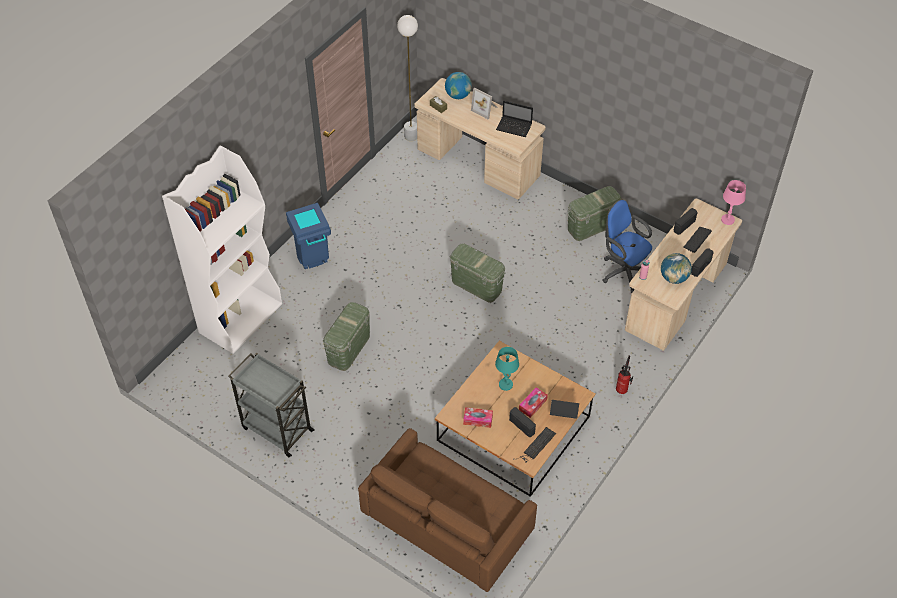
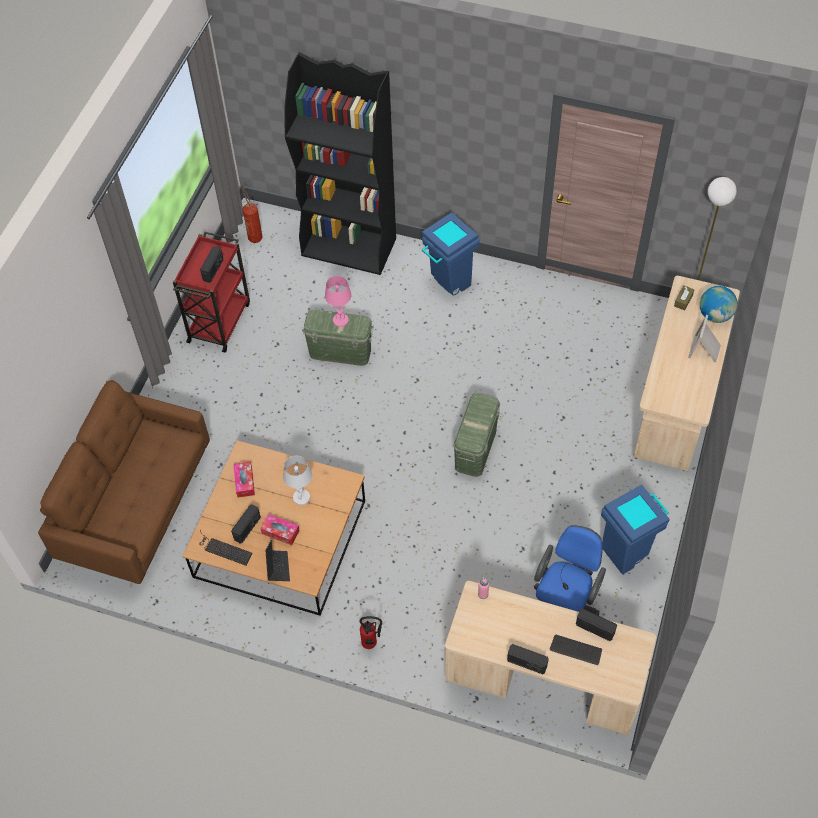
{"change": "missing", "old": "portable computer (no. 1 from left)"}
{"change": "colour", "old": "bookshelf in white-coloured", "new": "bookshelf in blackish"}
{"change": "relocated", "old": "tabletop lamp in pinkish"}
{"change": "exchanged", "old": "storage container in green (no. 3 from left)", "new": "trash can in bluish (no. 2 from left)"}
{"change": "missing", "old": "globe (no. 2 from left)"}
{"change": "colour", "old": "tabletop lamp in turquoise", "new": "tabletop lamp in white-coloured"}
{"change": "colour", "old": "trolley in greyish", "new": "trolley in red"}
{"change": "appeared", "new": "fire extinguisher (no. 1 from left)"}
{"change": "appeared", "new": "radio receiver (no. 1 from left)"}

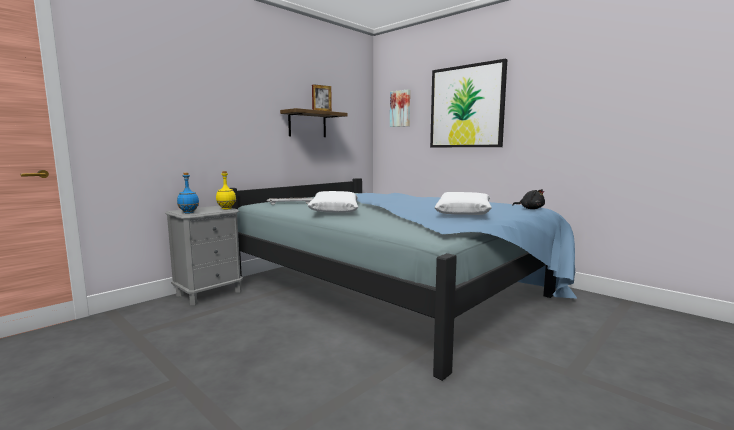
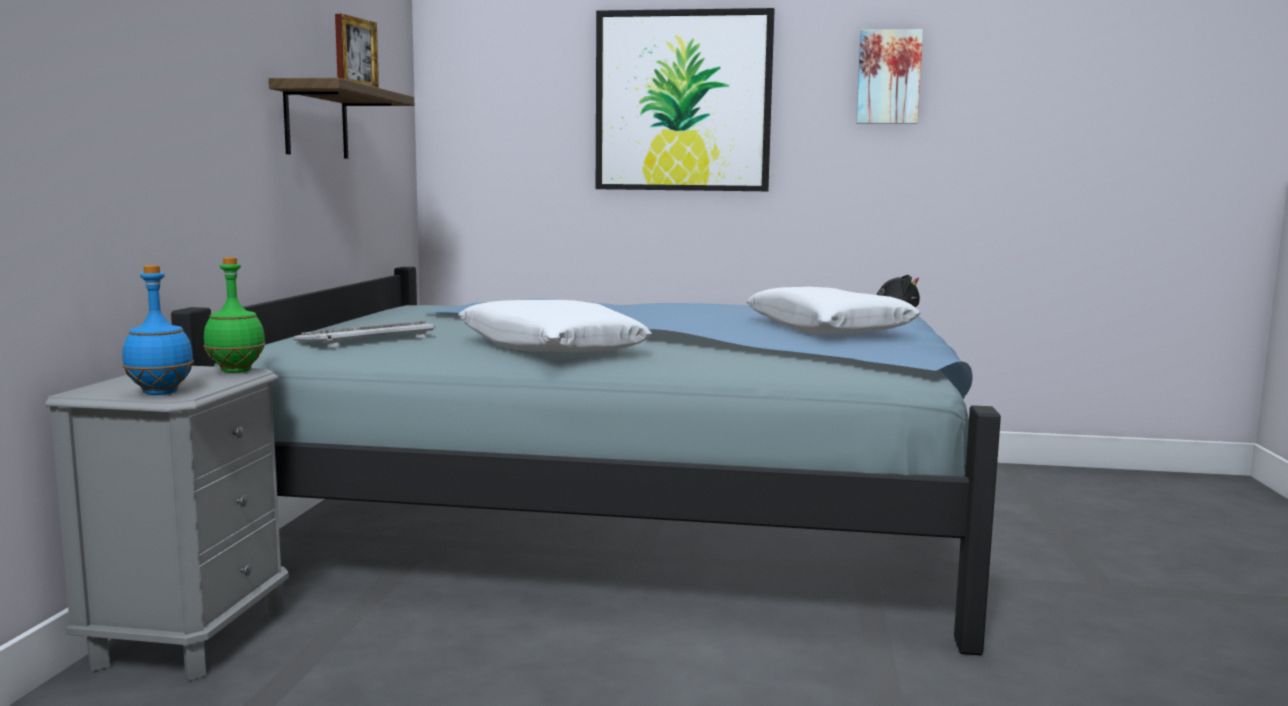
{"change": "relocated", "old": "wall picture (no. 1 from left in the first image)", "new": "wall picture (no. 2 from left)"}
{"change": "colour", "old": "drink bottle in yellowish", "new": "drink bottle in green"}

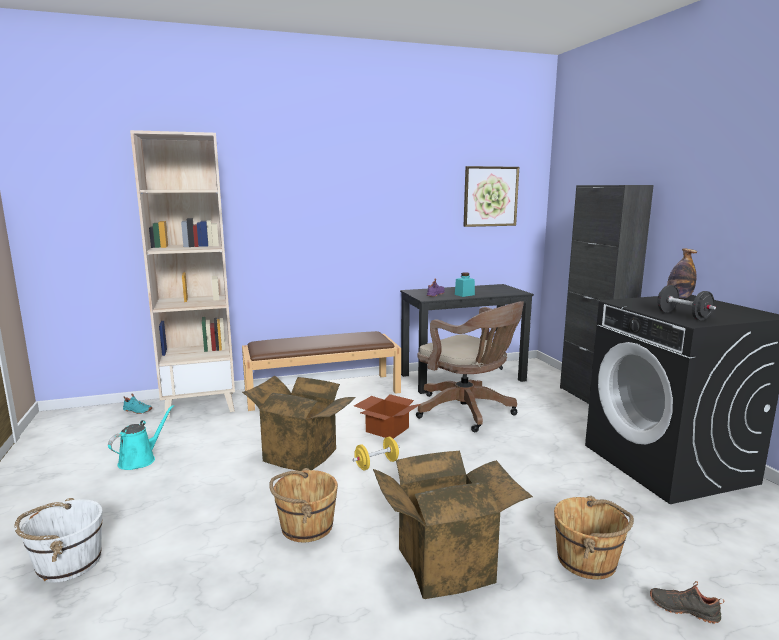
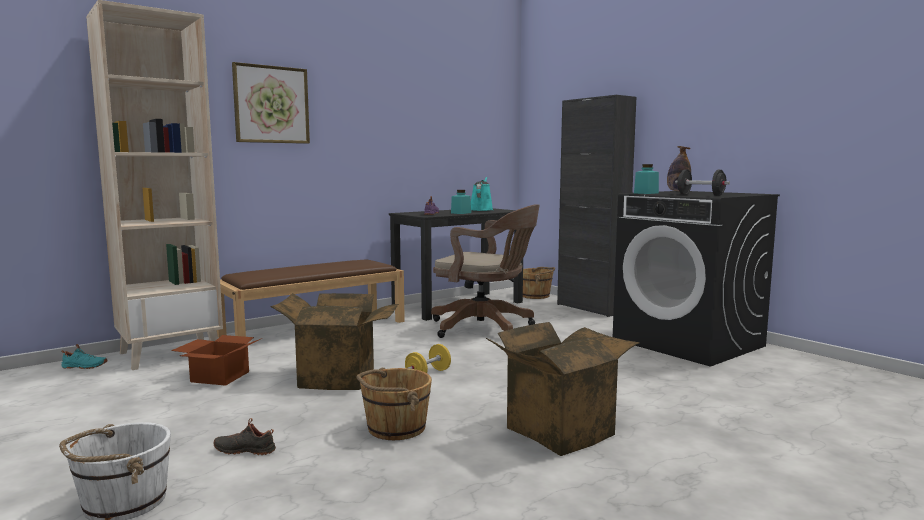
{"change": "relocated", "old": "wall picture"}
{"change": "relocated", "old": "packing box (no. 2 from left in the first image)", "new": "packing box (no. 1 from left)"}
{"change": "relocated", "old": "watering pot in turquoise"}
{"change": "relocated", "old": "bucket in brownish (no. 2 from left)"}
{"change": "relocated", "old": "item of footwear in blackish"}
{"change": "appeared", "new": "jar in turquoise (no. 2 from left)"}

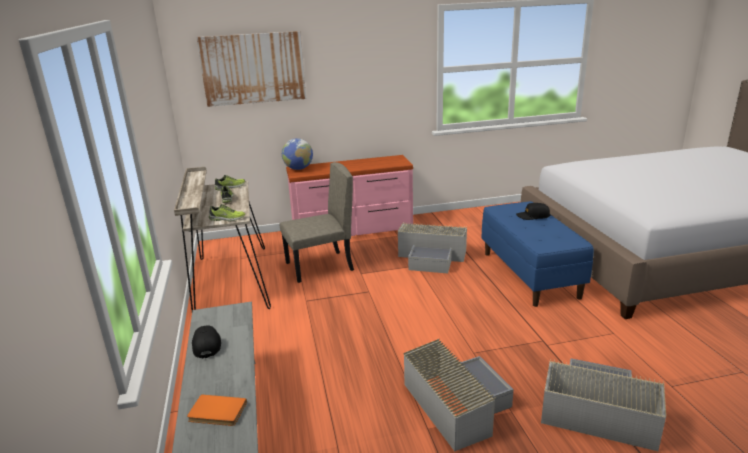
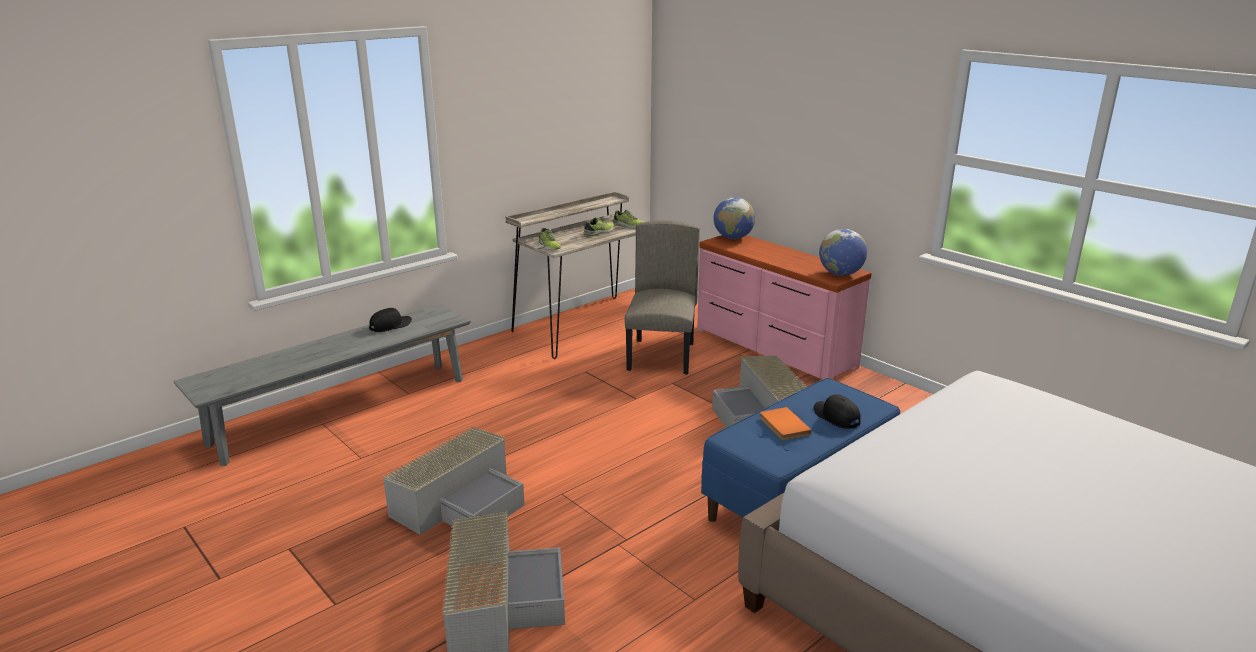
{"change": "missing", "old": "wall picture"}
{"change": "spun", "old": "plain chair in beige", "degrees": -120}
{"change": "relocated", "old": "book in orangey"}
{"change": "appeared", "new": "globe (no. 2 from left)"}

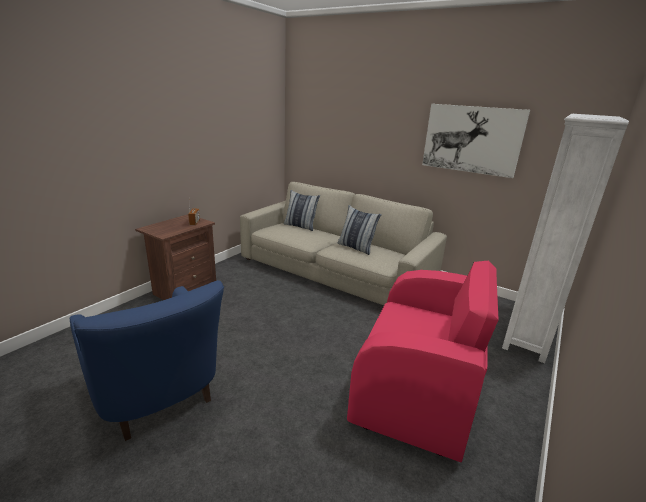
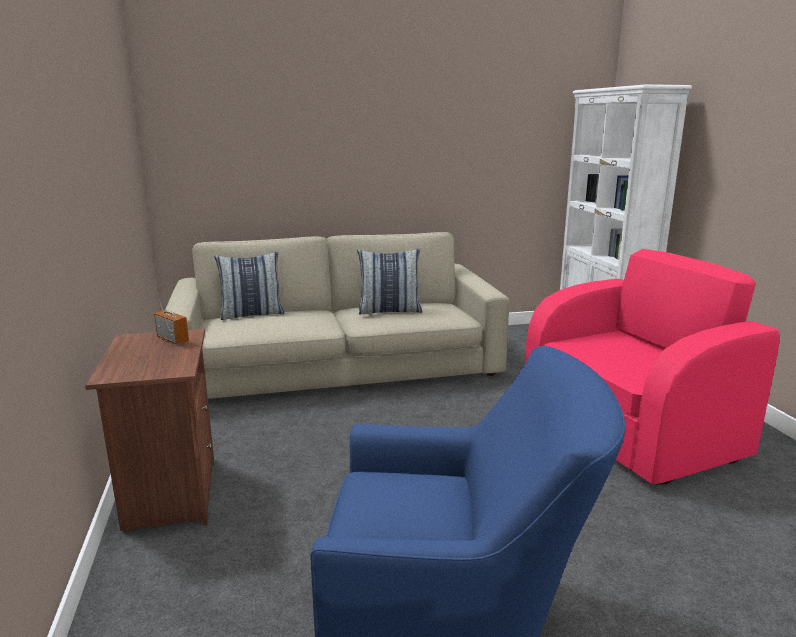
{"change": "missing", "old": "wall picture"}

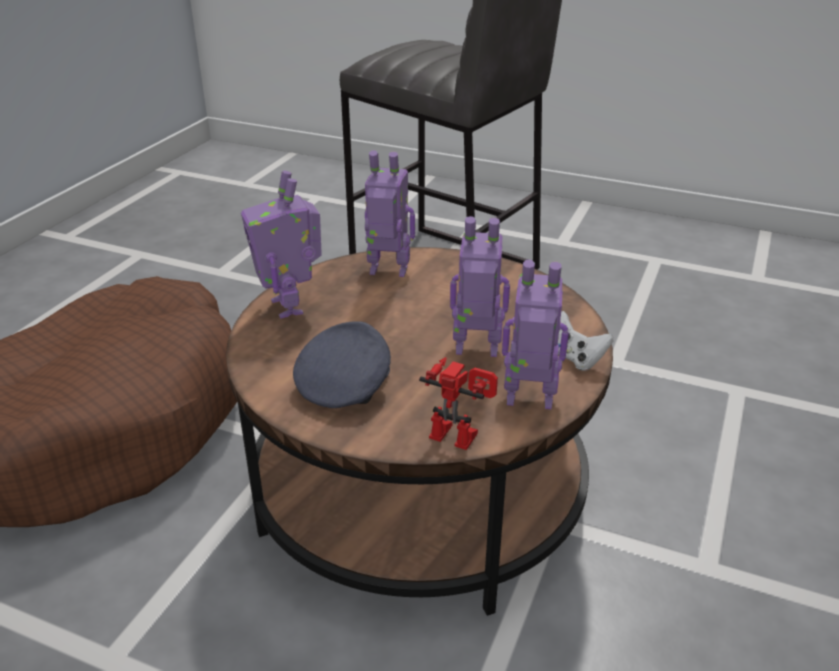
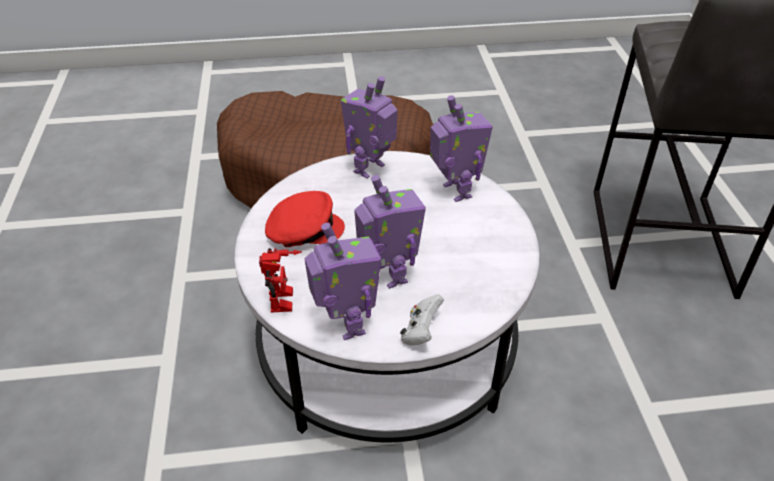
{"change": "colour", "old": "lounge table in brownish", "new": "lounge table in white-coloured"}
{"change": "colour", "old": "baseball cap in greyish", "new": "baseball cap in red"}

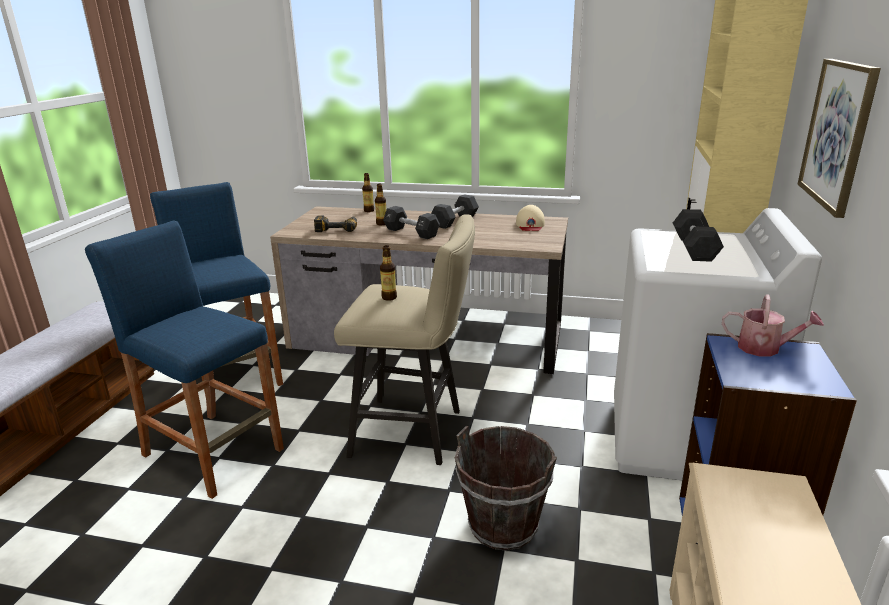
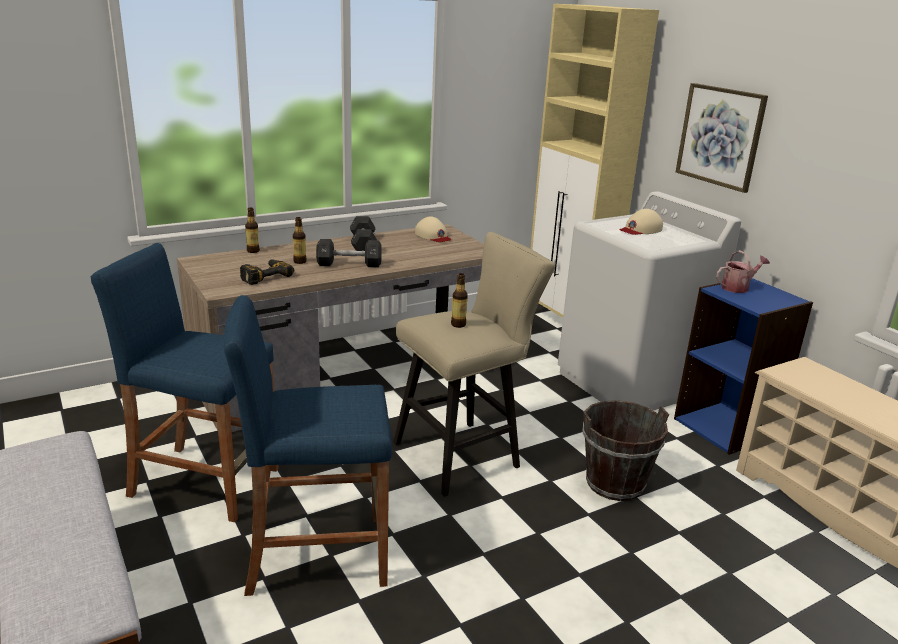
{"change": "exchanged", "old": "hand weight in blackish (no. 3 from left)", "new": "baseball cap in beige (no. 2 from left)"}

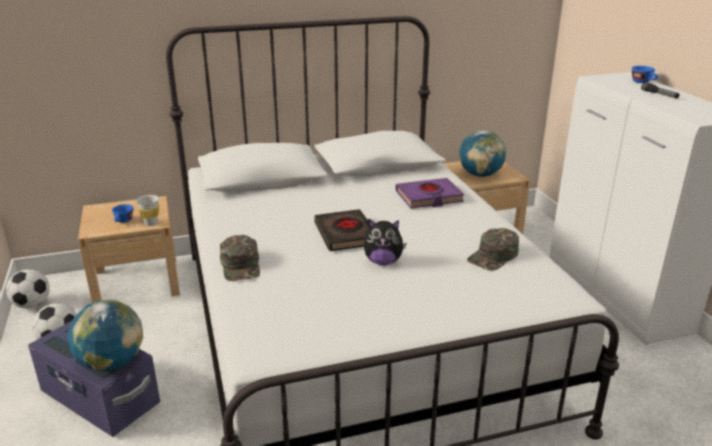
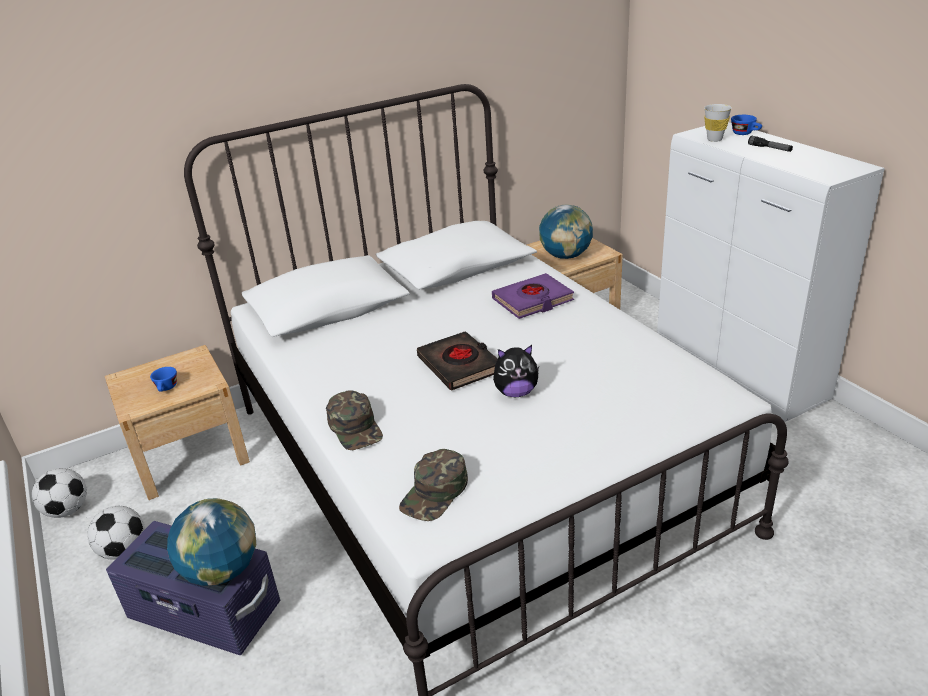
{"change": "relocated", "old": "small cup in white-coloured"}
{"change": "relocated", "old": "baseball cap in green (no. 2 from left)"}

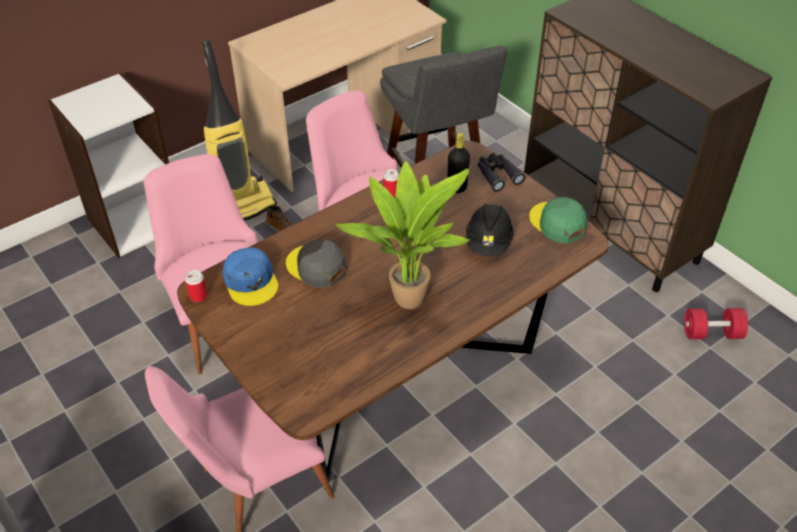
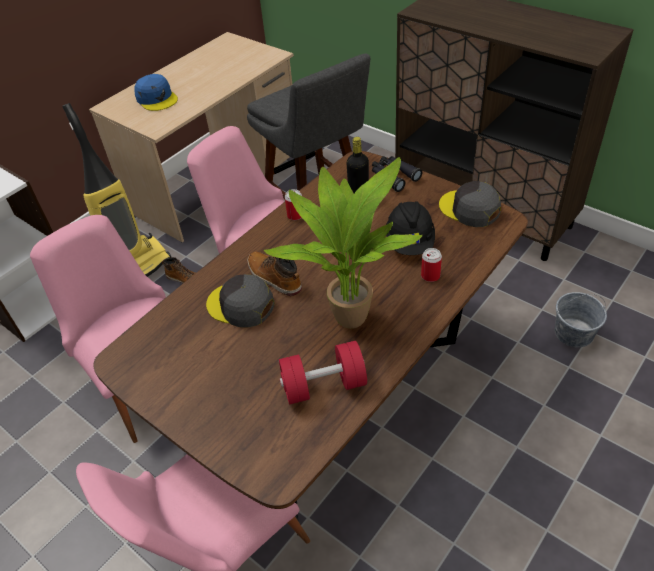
{"change": "colour", "old": "baseball cap in green", "new": "baseball cap in greyish (no. 2 from left)"}
{"change": "relocated", "old": "baseball cap in bluish"}
{"change": "relocated", "old": "metal can (no. 1 from left in the first image)", "new": "metal can (no. 2 from left)"}
{"change": "relocated", "old": "hand weight in red"}
{"change": "appeared", "new": "boot (no. 2 from left)"}
{"change": "appeared", "new": "bucket in greyish"}

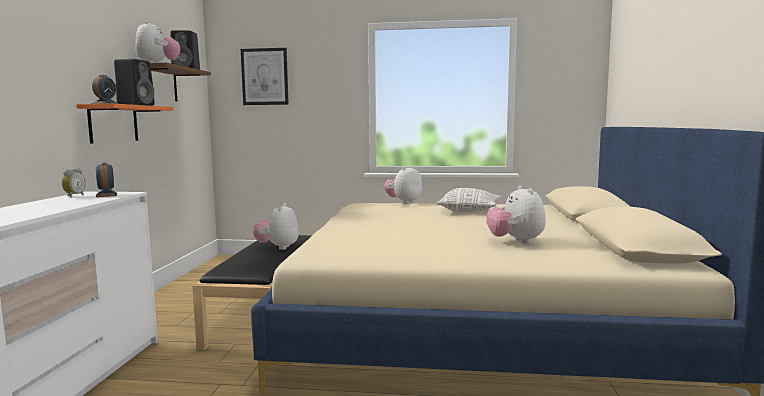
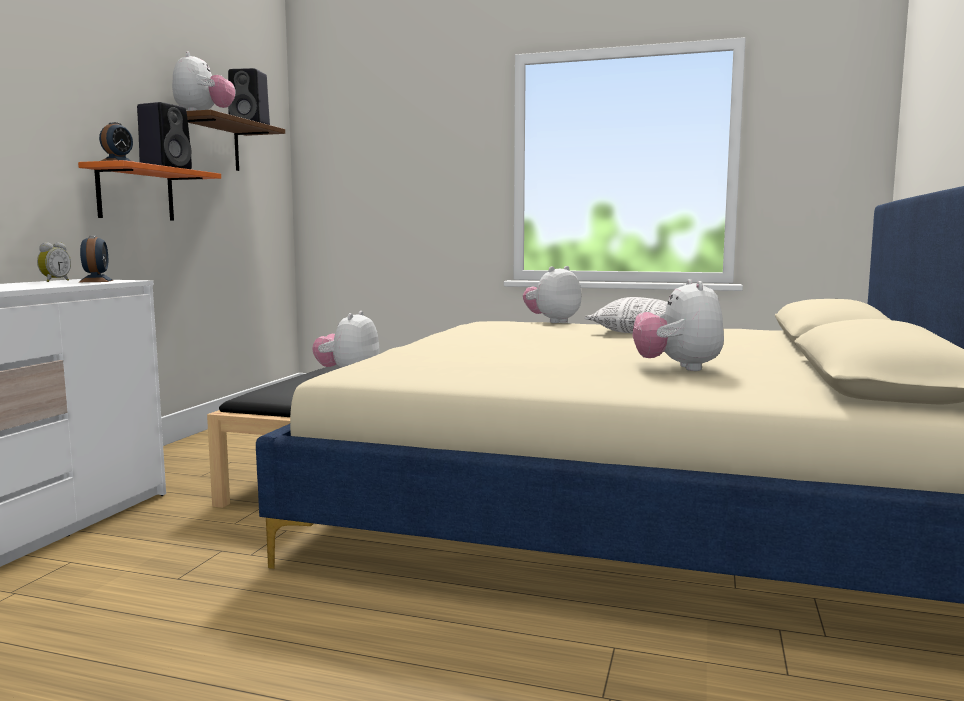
{"change": "missing", "old": "wall picture"}

